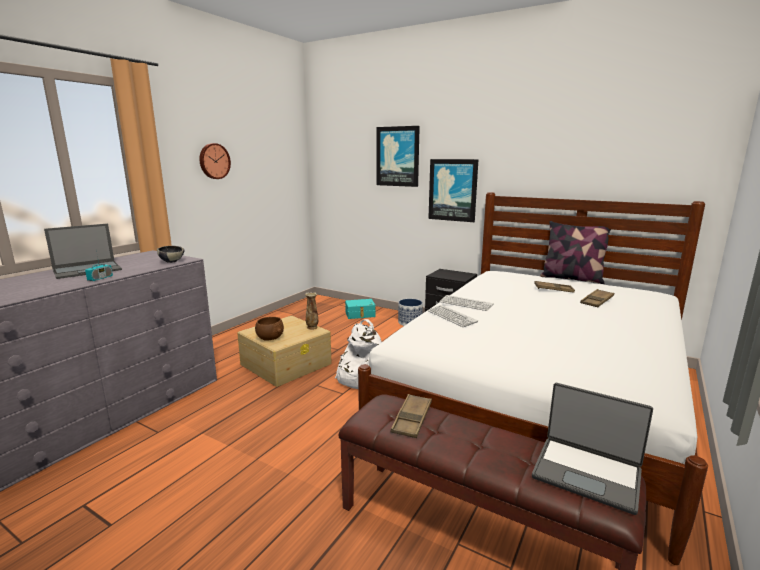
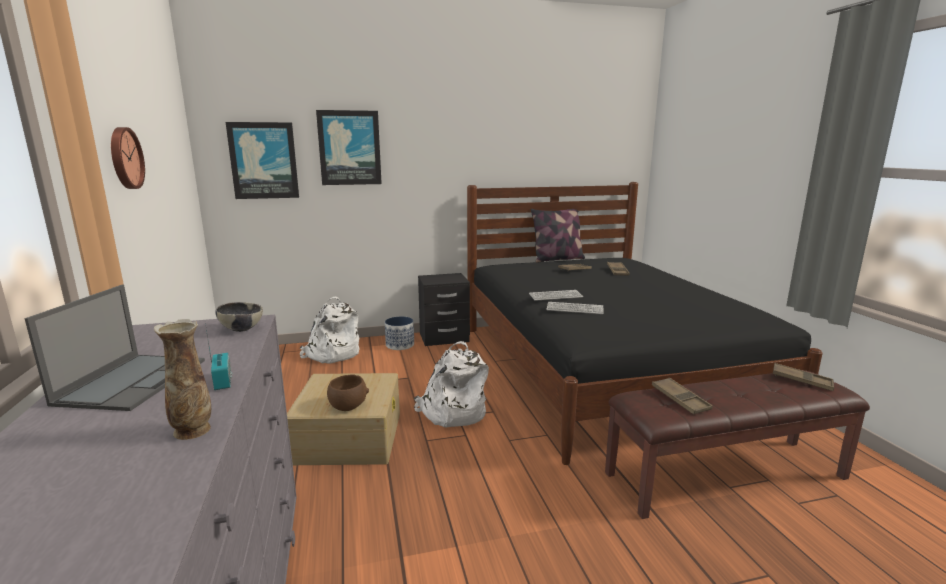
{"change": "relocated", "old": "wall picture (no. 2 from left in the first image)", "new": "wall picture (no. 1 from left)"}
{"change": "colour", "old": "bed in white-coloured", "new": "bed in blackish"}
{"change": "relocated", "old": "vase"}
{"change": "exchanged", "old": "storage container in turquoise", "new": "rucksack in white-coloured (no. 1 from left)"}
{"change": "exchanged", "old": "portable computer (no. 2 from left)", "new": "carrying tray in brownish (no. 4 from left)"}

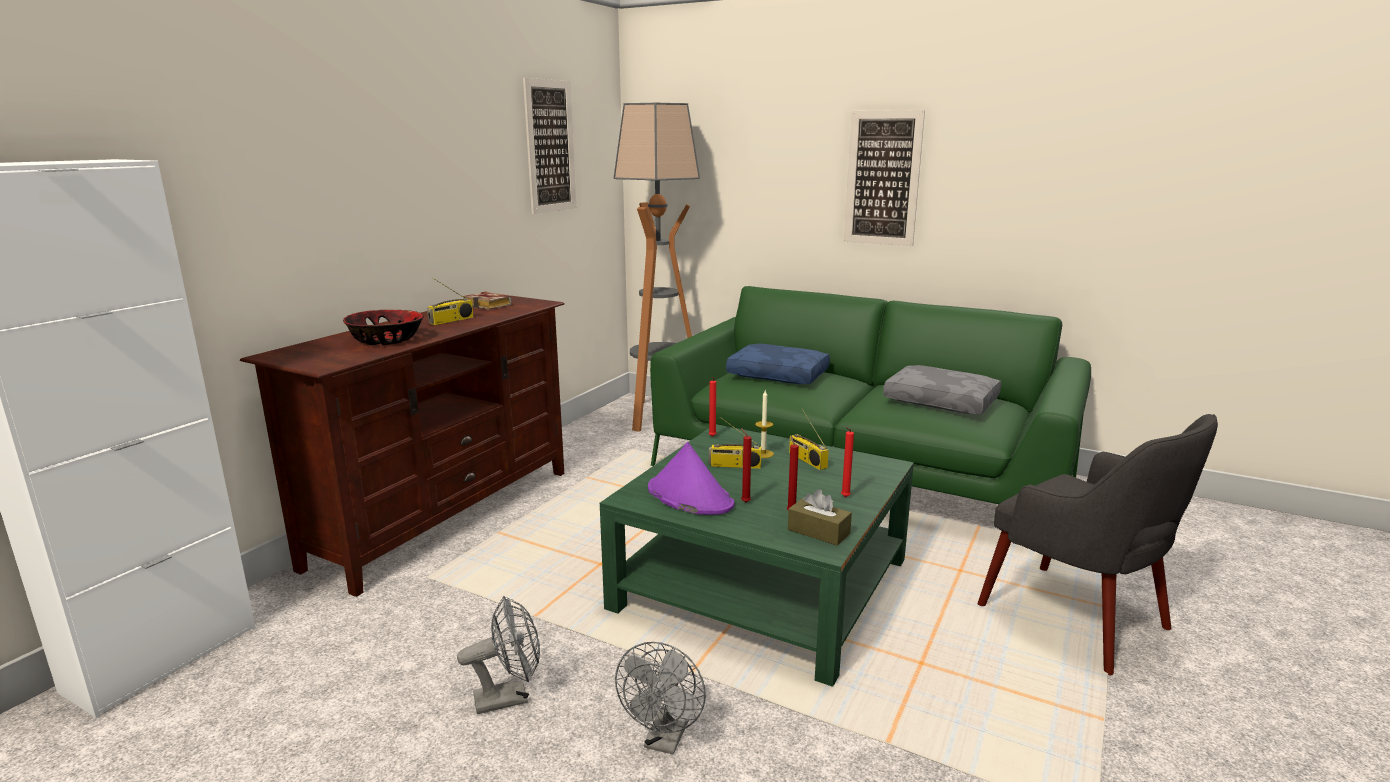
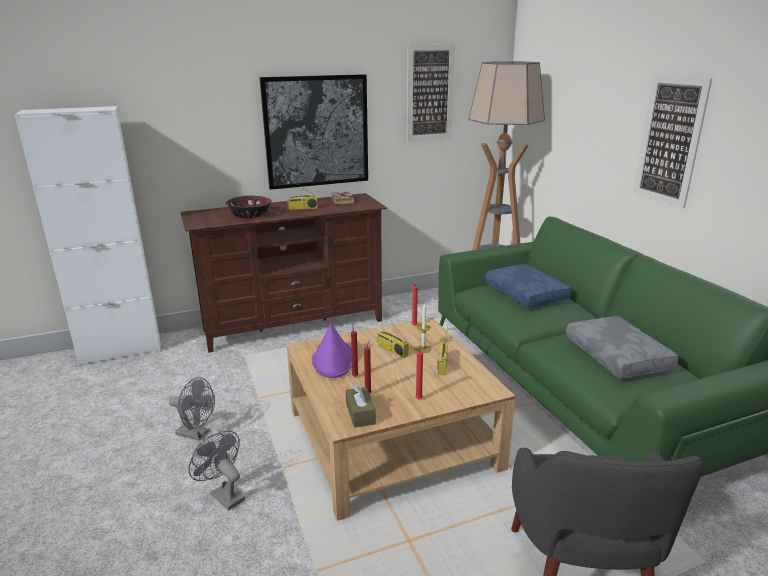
{"change": "colour", "old": "lounge table in green", "new": "lounge table in beige"}
{"change": "spun", "old": "fan in greyish (no. 2 from left)", "degrees": 75}
{"change": "appeared", "new": "wall picture (no. 1 from left)"}

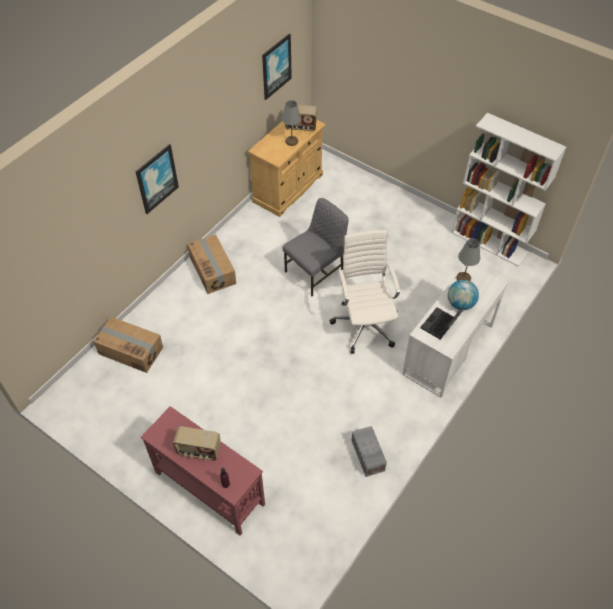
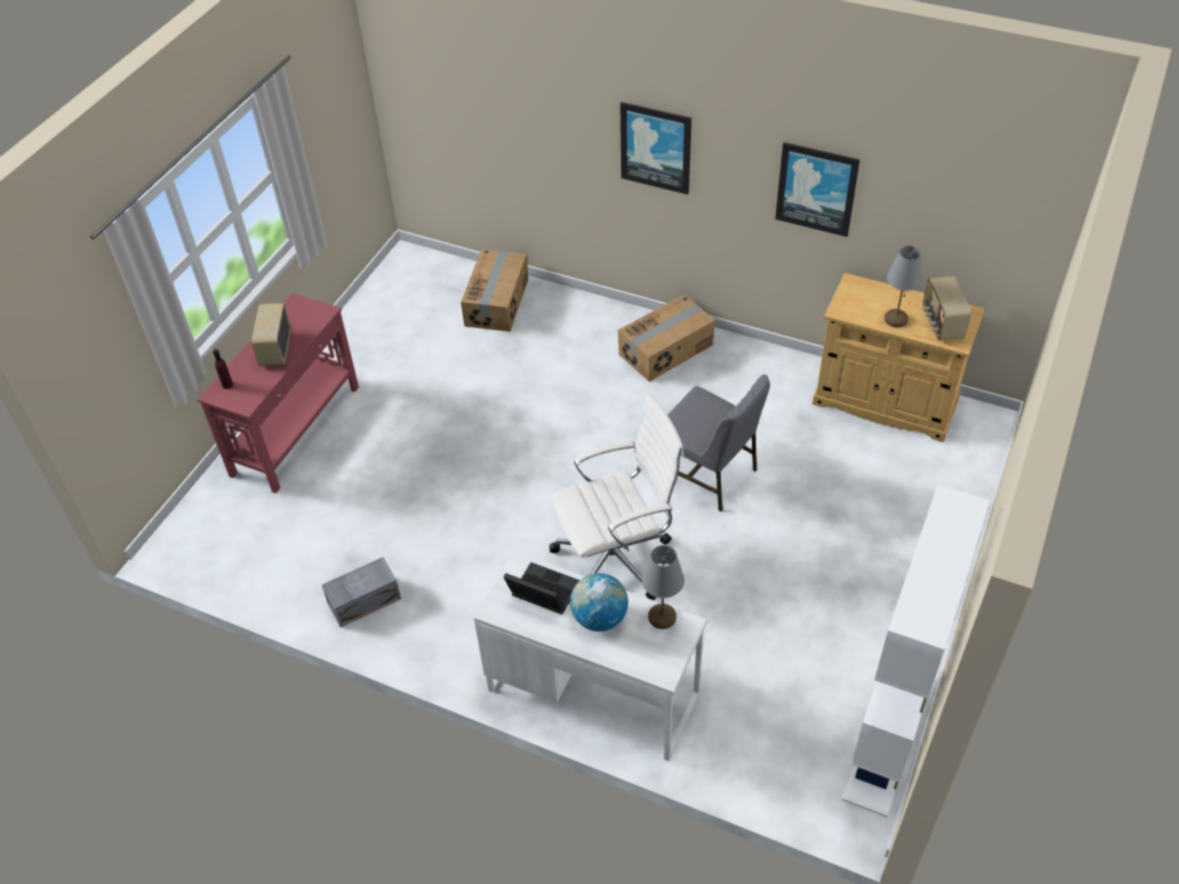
{"change": "relocated", "old": "wall picture (no. 2 from left)"}

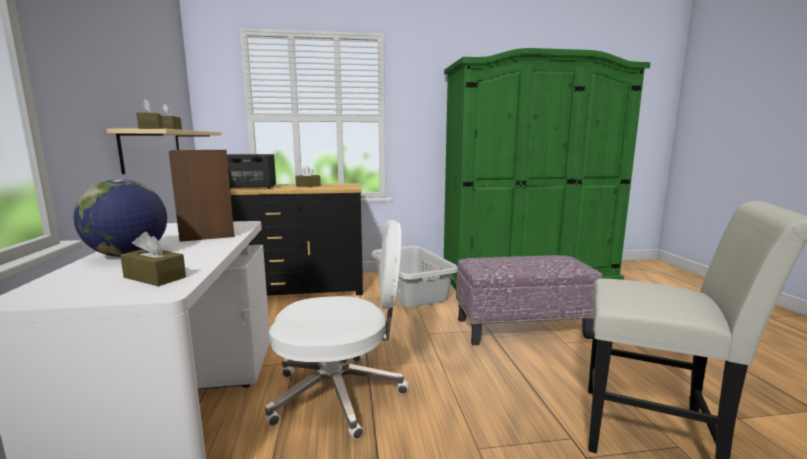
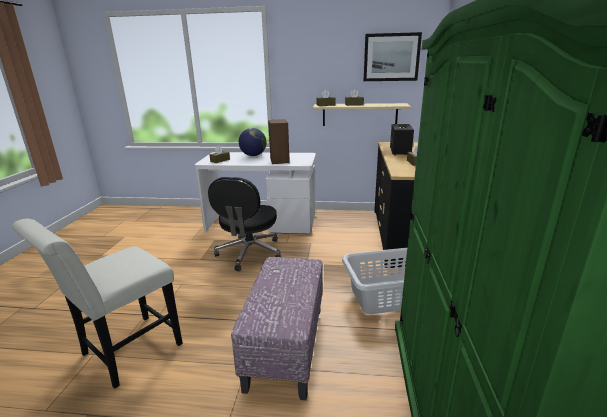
{"change": "colour", "old": "computer chair in white-coloured", "new": "computer chair in blackish"}
{"change": "appeared", "new": "wall picture"}

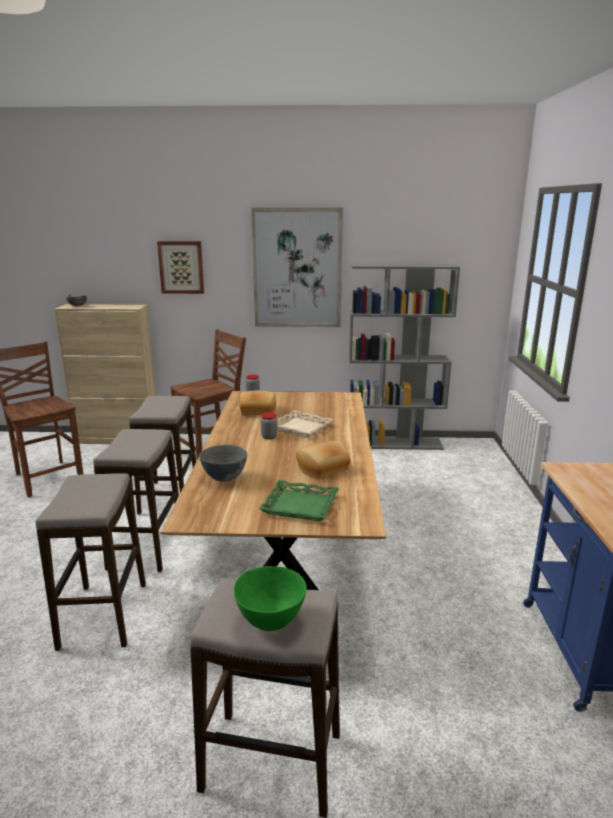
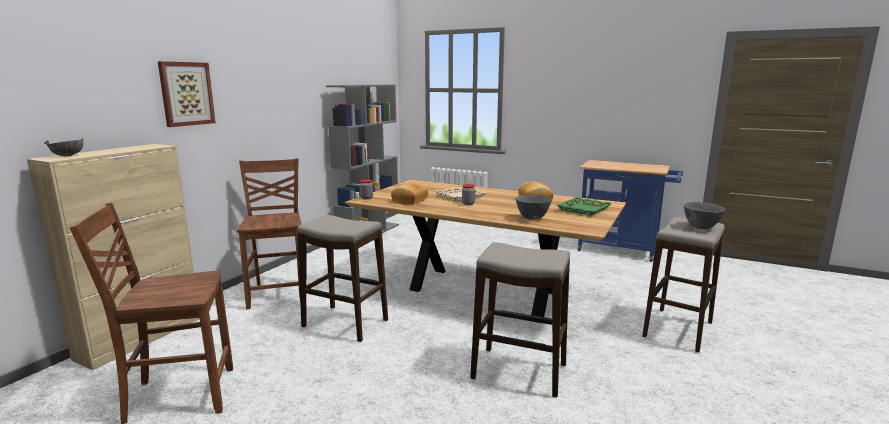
{"change": "missing", "old": "wall picture (no. 2 from left)"}
{"change": "missing", "old": "sitting stool (no. 2 from left)"}
{"change": "colour", "old": "serving bowl in green", "new": "serving bowl in greyish (no. 3 from left)"}

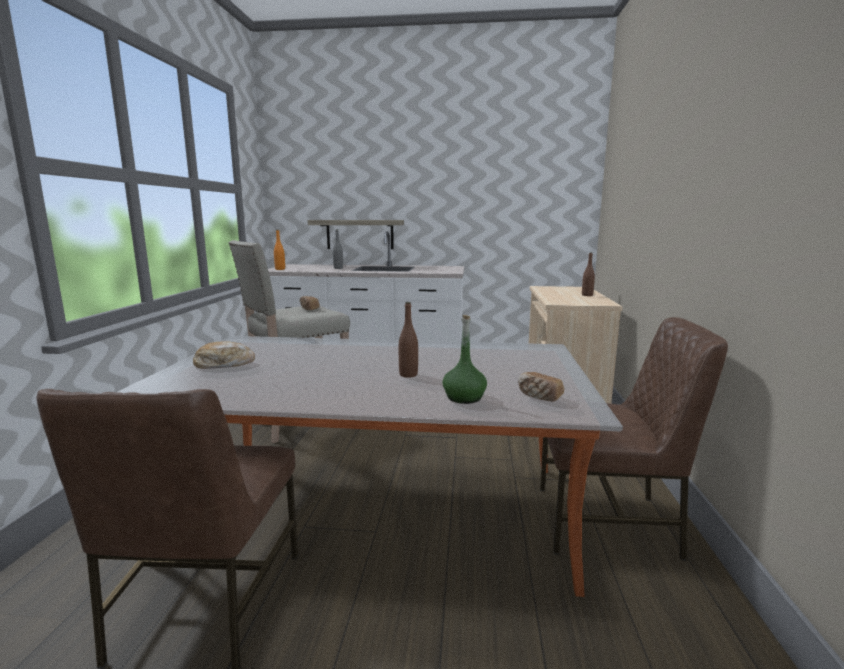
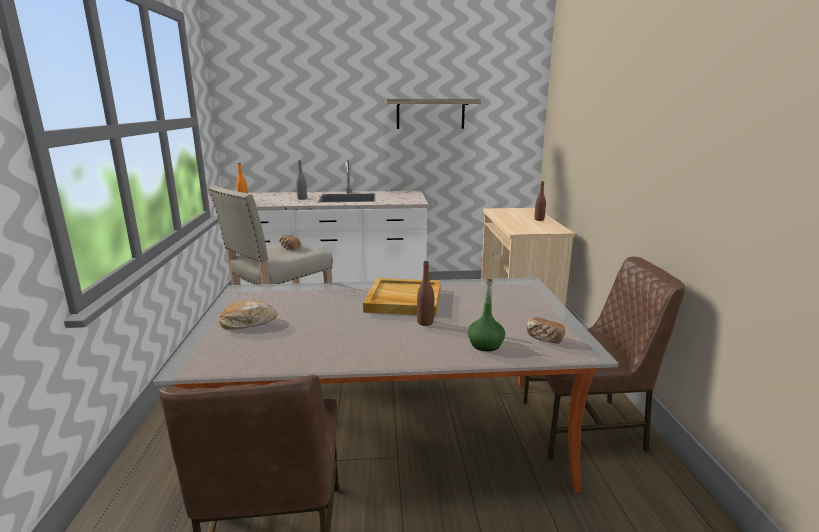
{"change": "relocated", "old": "shelf"}
{"change": "appeared", "new": "carrying tray in beige"}

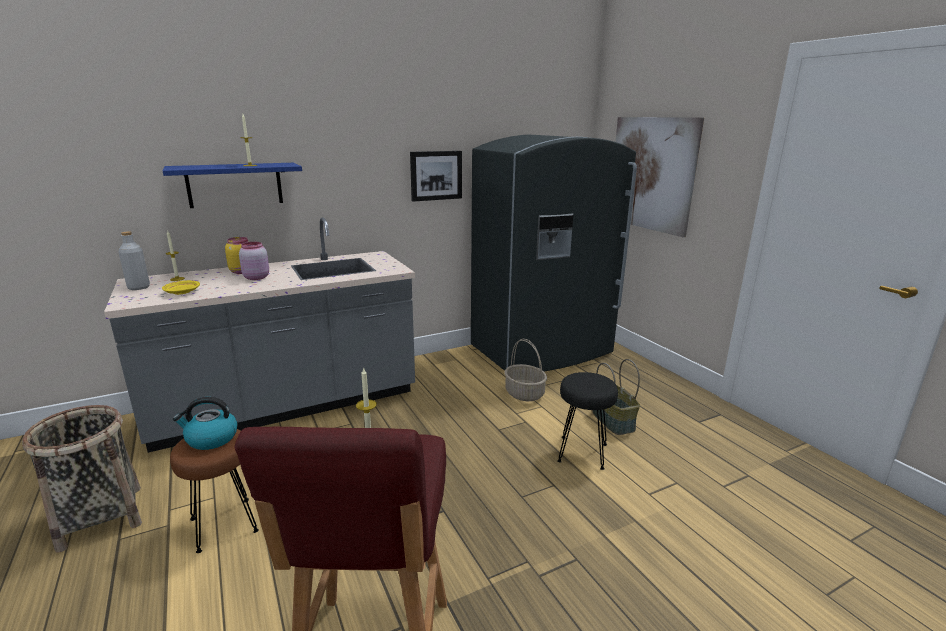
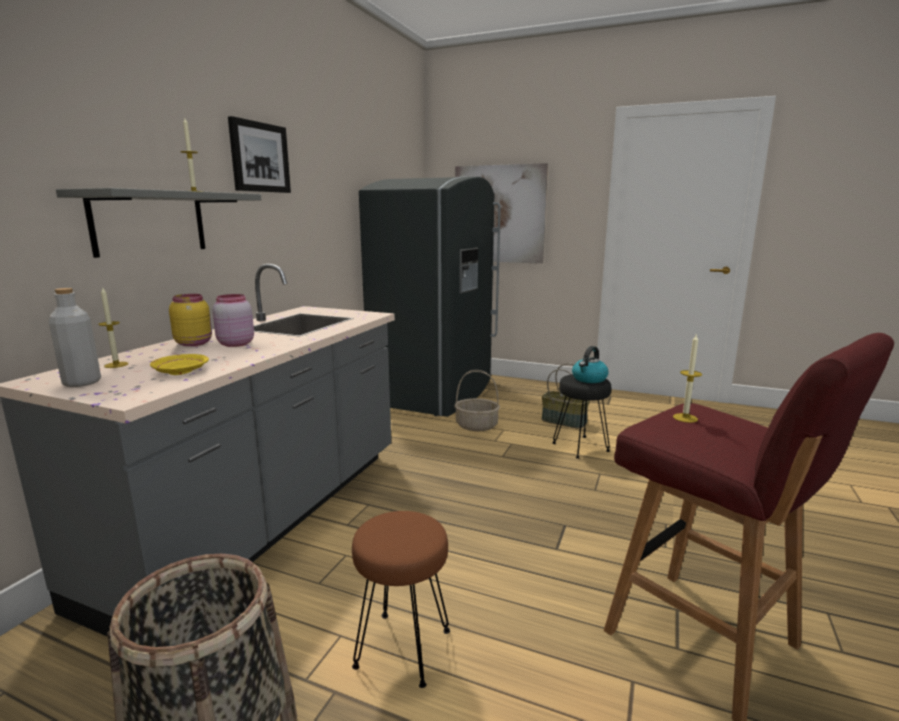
{"change": "relocated", "old": "wall picture (no. 1 from left)"}
{"change": "colour", "old": "shelf in bluish", "new": "shelf in greyish"}
{"change": "relocated", "old": "tea kettle"}

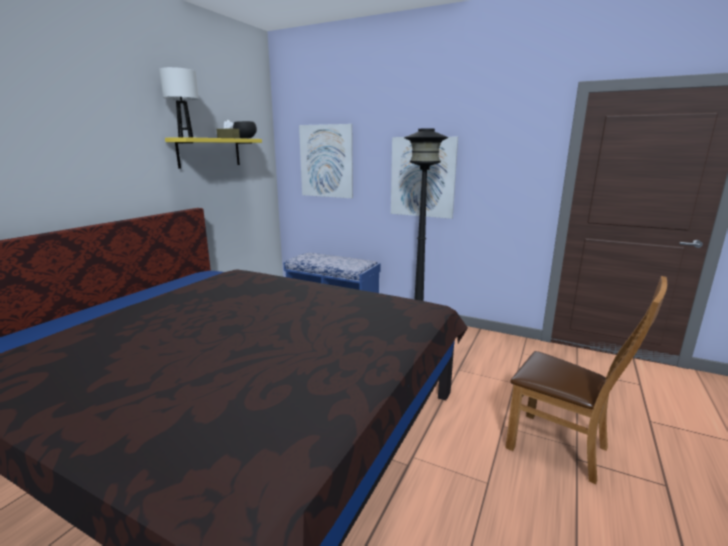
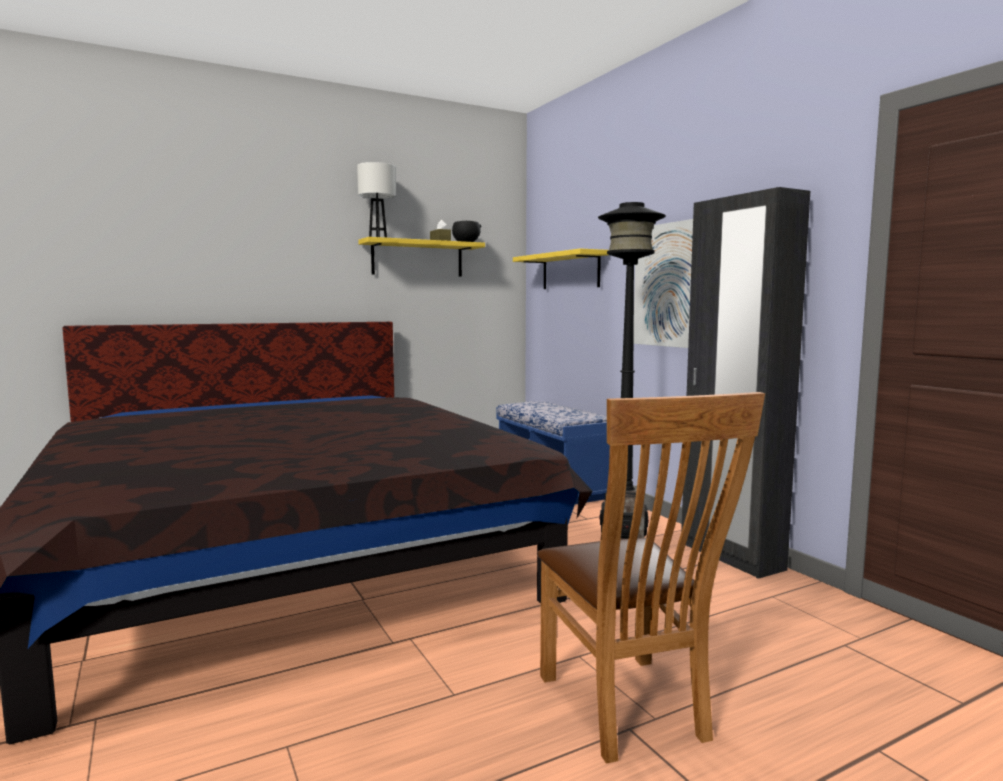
{"change": "exchanged", "old": "wall picture (no. 1 from left)", "new": "shelf in yellowish (no. 2 from left)"}
{"change": "appeared", "new": "clothes cupboard in blackish"}

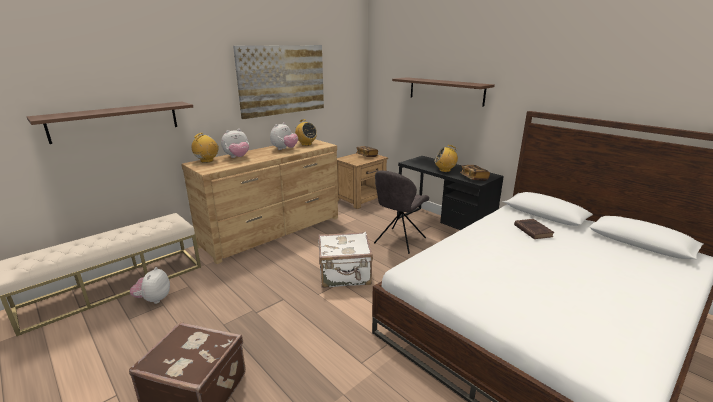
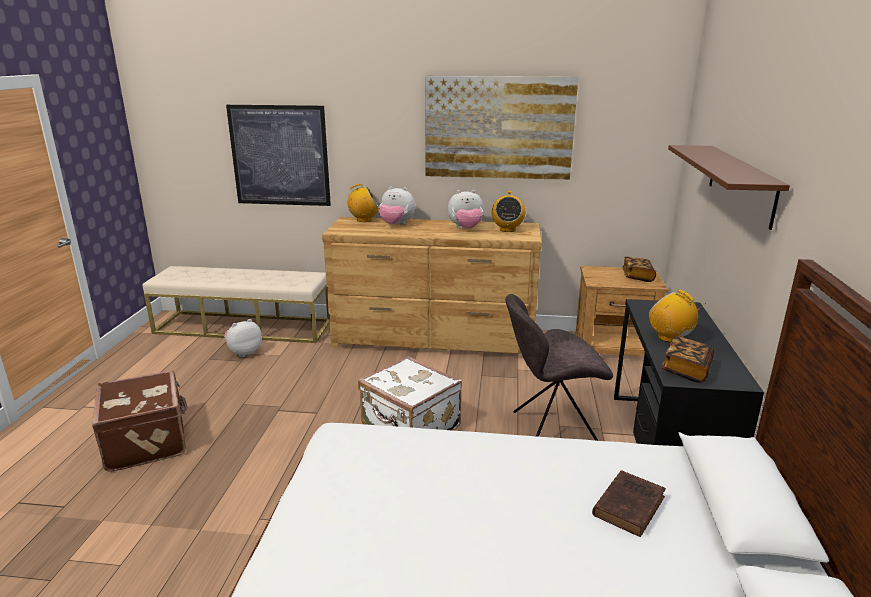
{"change": "exchanged", "old": "shelf in brownish (no. 1 from left)", "new": "wall picture (no. 1 from left)"}

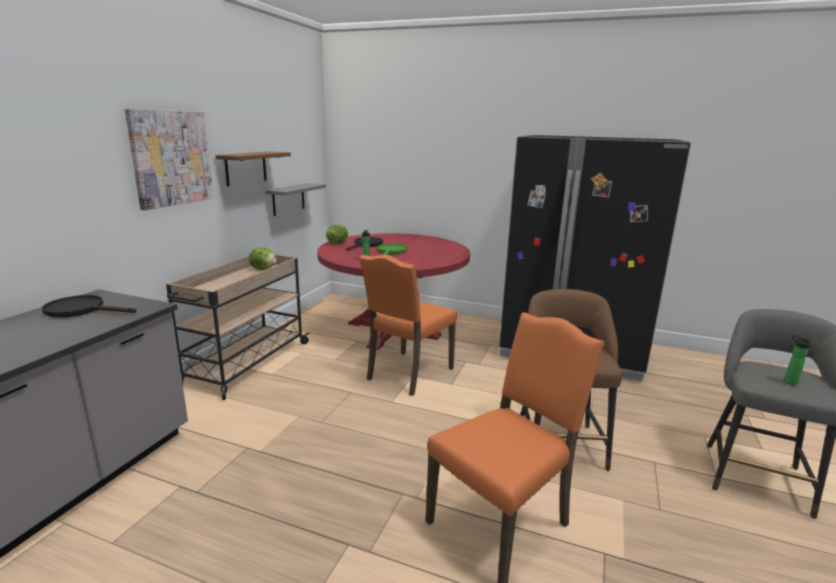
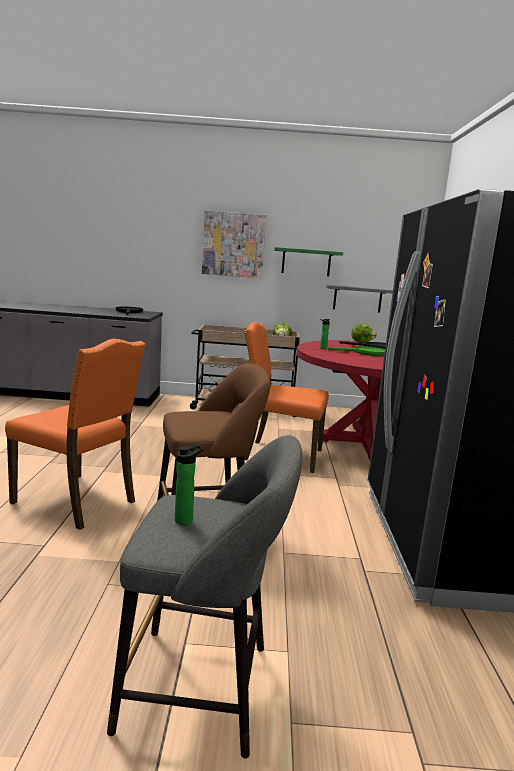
{"change": "colour", "old": "shelf in brownish", "new": "shelf in green"}

